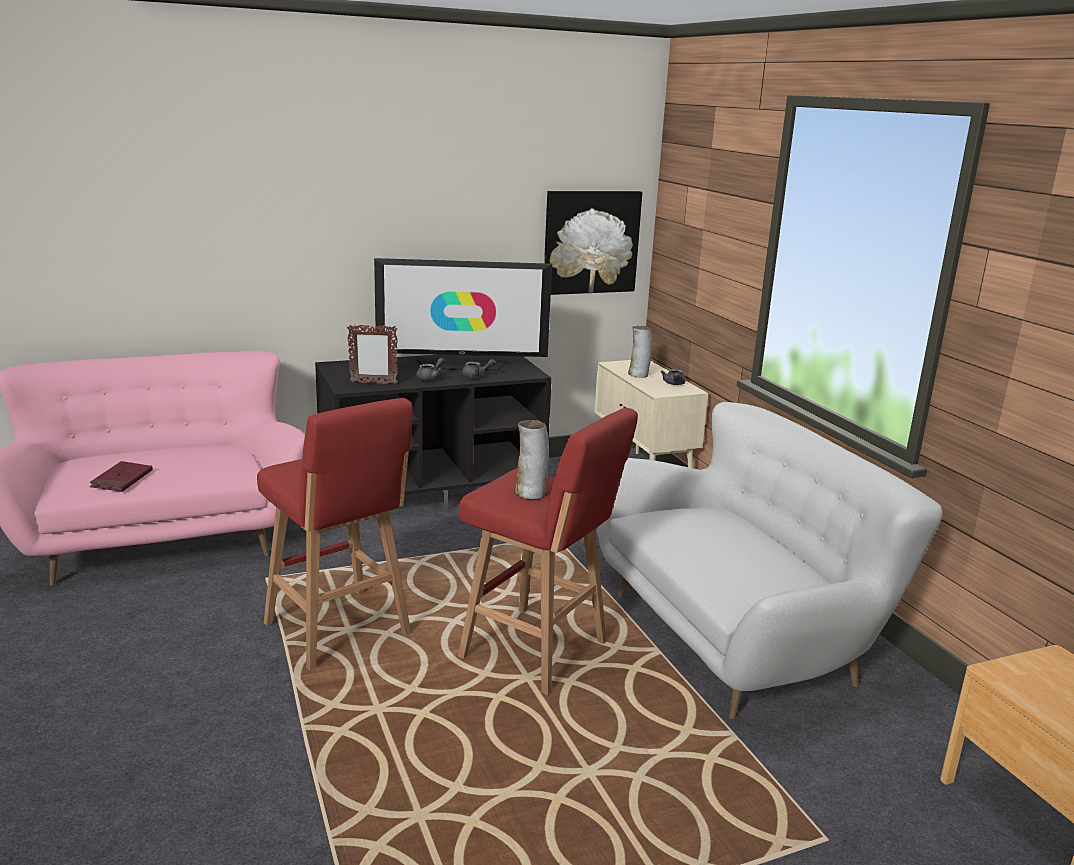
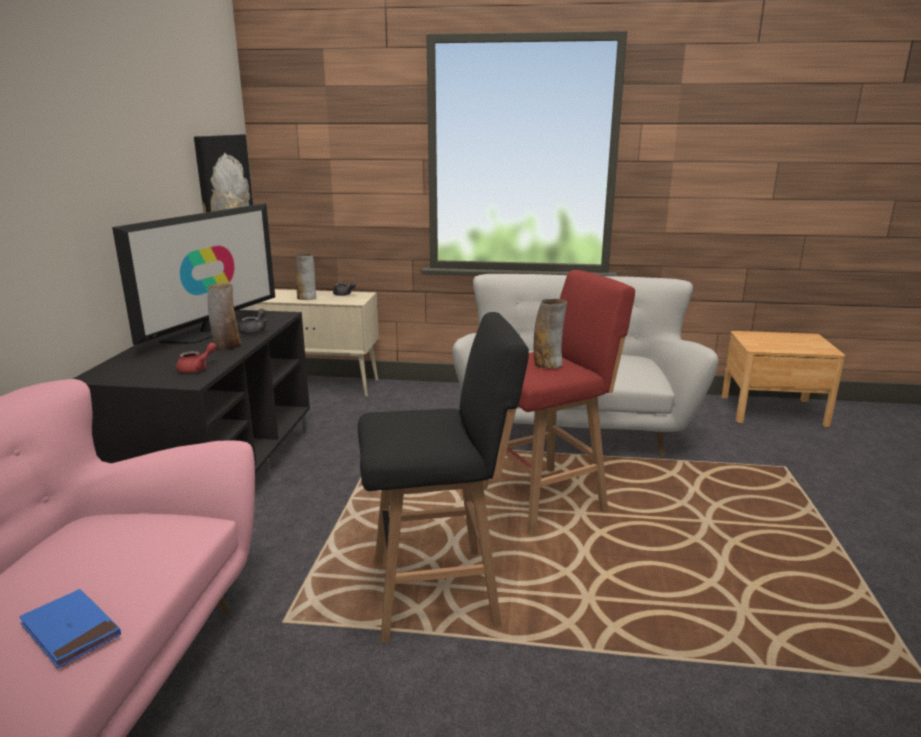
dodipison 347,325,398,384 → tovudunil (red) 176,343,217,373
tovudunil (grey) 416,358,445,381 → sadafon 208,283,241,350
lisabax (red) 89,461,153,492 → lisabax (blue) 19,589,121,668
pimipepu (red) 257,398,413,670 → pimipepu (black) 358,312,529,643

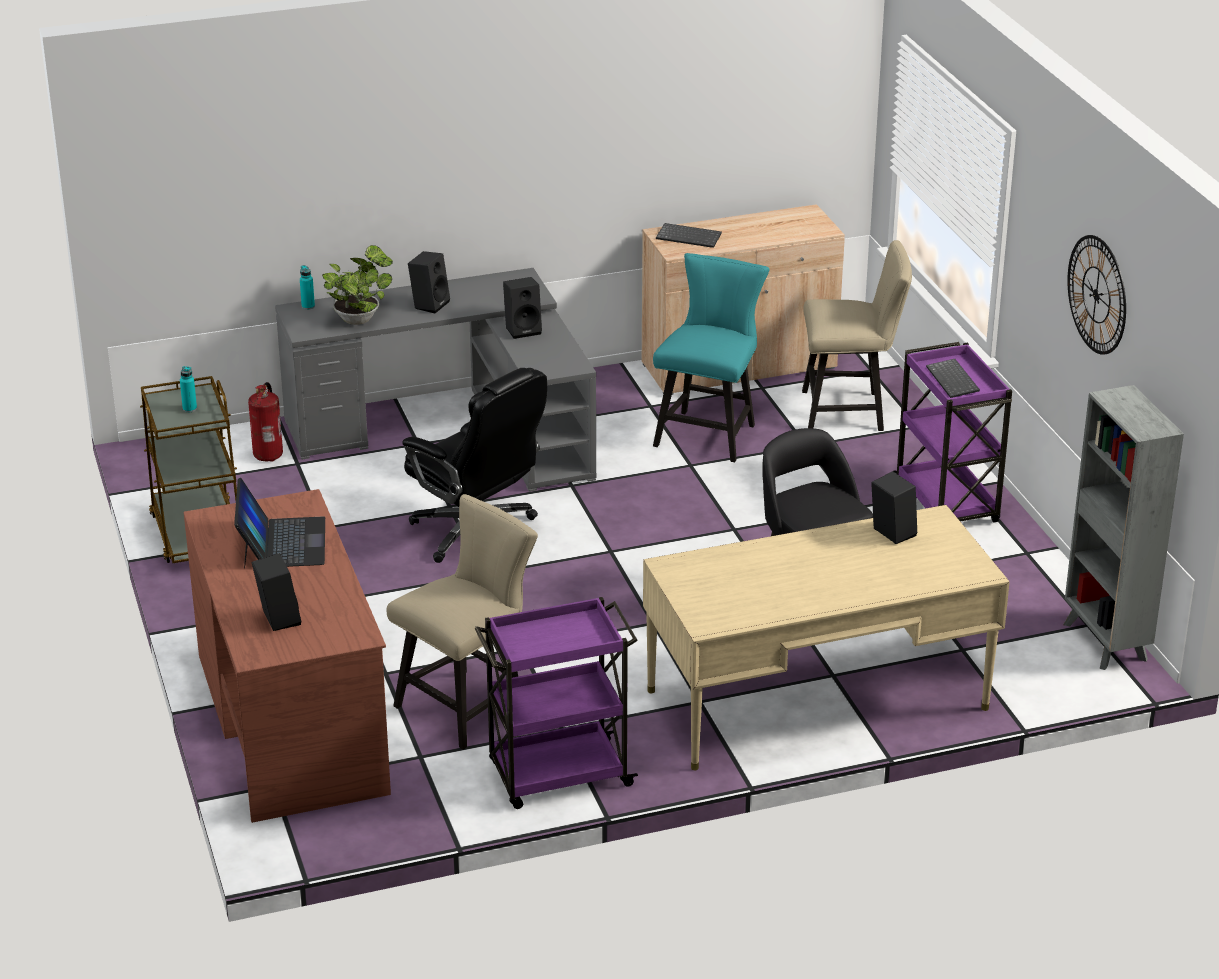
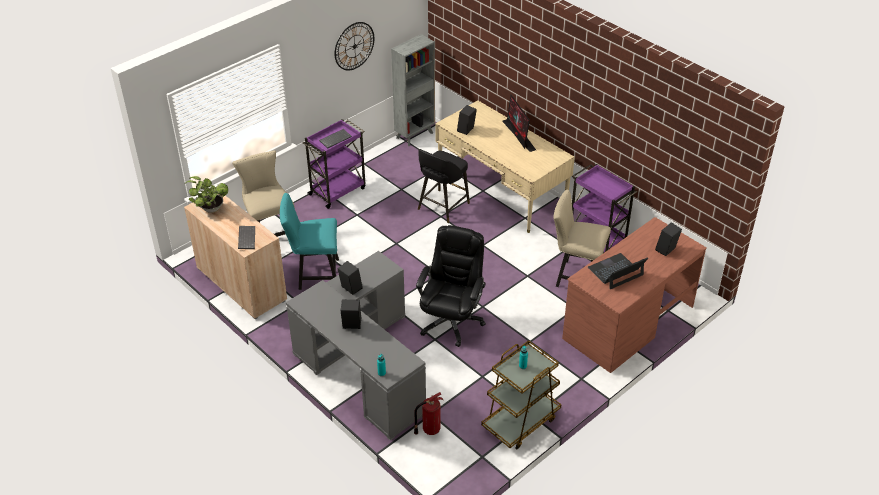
- → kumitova 502,95,536,152
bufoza 322,245,393,325 → bufoza 187,176,228,213, moved

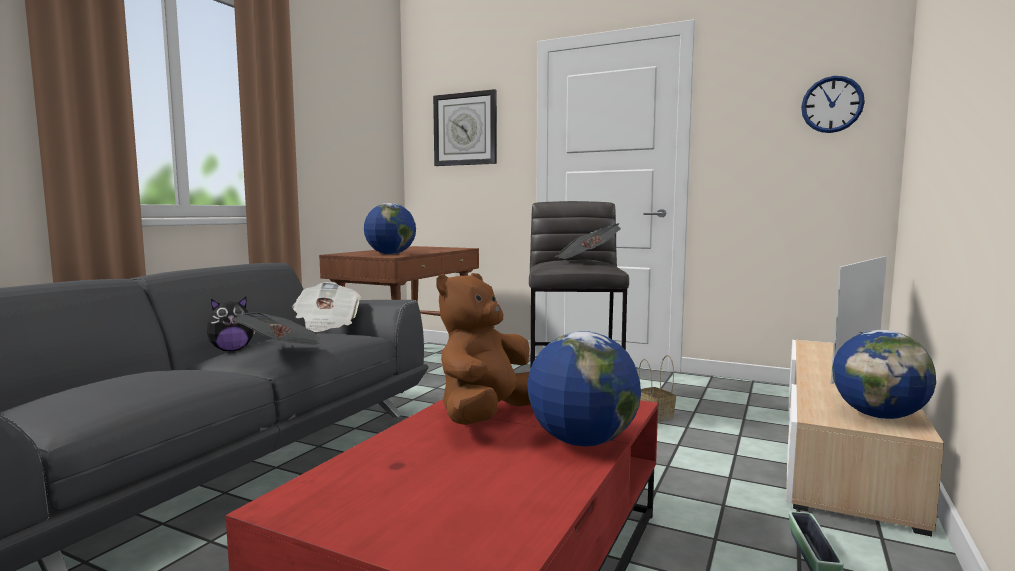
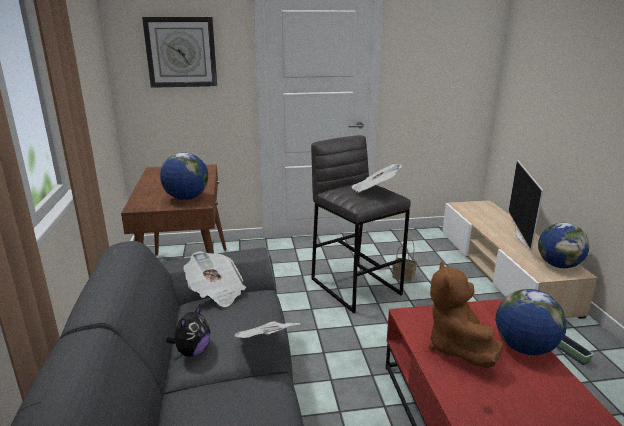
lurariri 801,76,865,133 → -

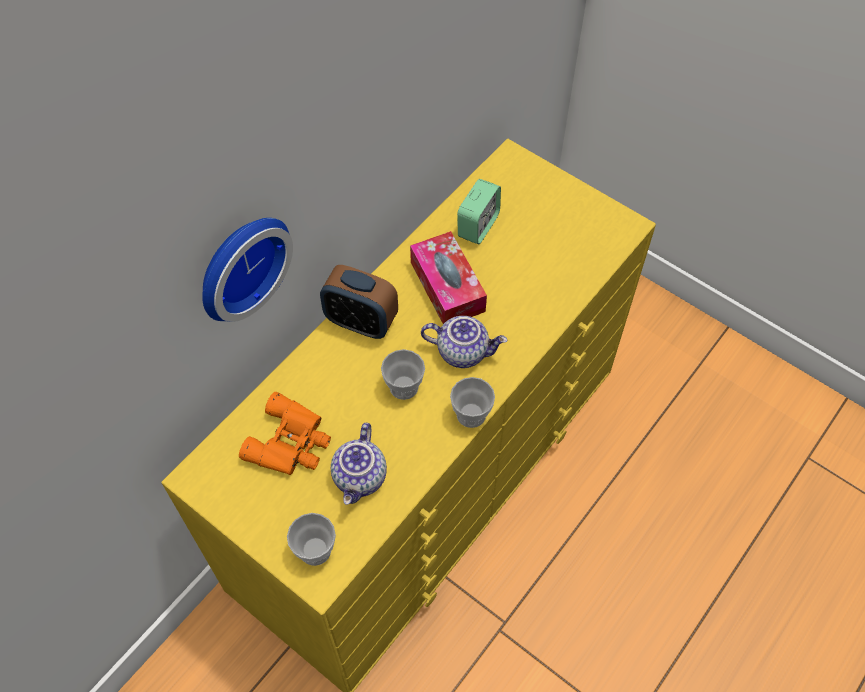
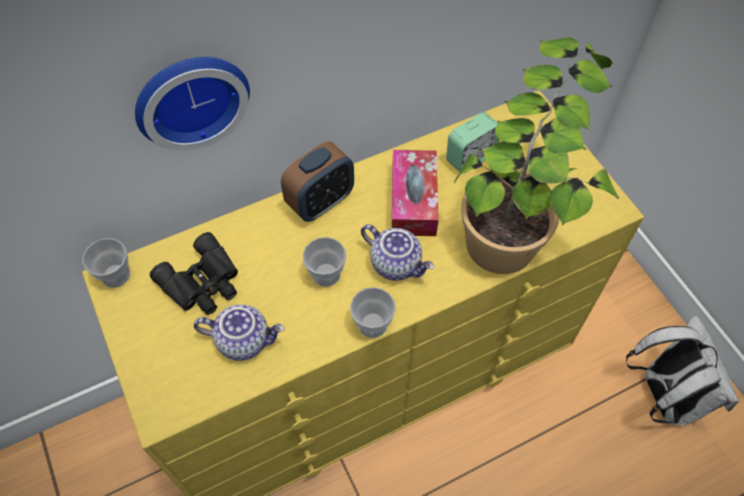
- → bufoza 454,37,619,274
- → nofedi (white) 626,316,739,425
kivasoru 287,513,336,566 → kivasoru 82,238,130,288, moved
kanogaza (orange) 239,392,331,475 → kanogaza (black) 150,232,238,315
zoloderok 320,265,398,339 → zoloderok 281,141,354,222, 90 degrees counterclockwise
tovudunil 331,423,387,505 → tovudunil 194,304,285,361, 120 degrees counterclockwise

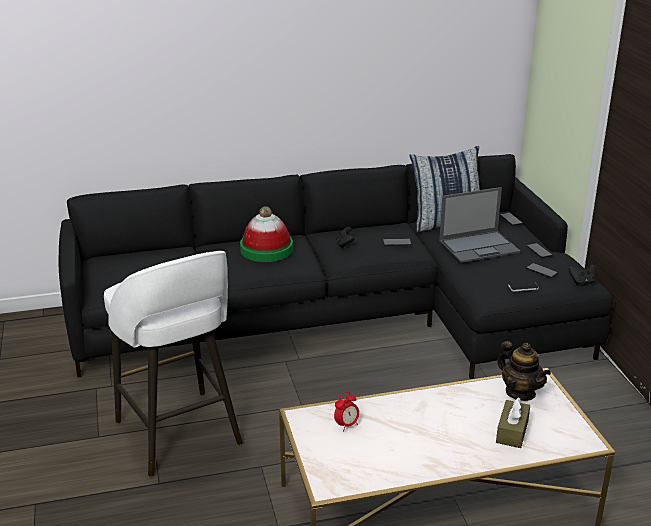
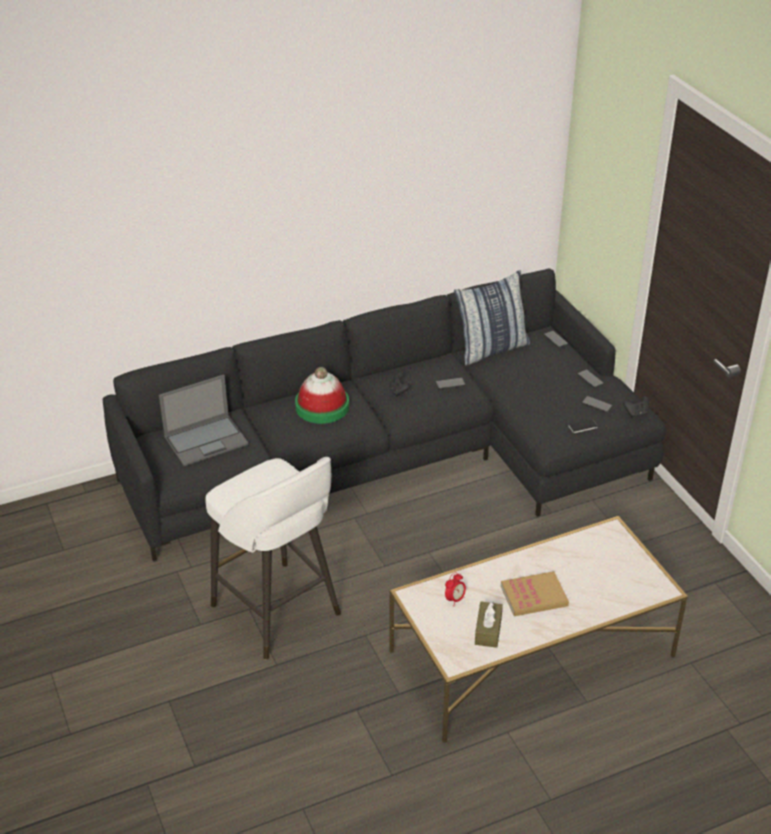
tovudunil 497,341,551,401 → -
- → lisabax 501,571,569,616
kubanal 439,187,520,263 → kubanal 159,375,249,466, moved
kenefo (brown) 496,397,530,448 → kenefo (brown) 475,602,503,648, moved

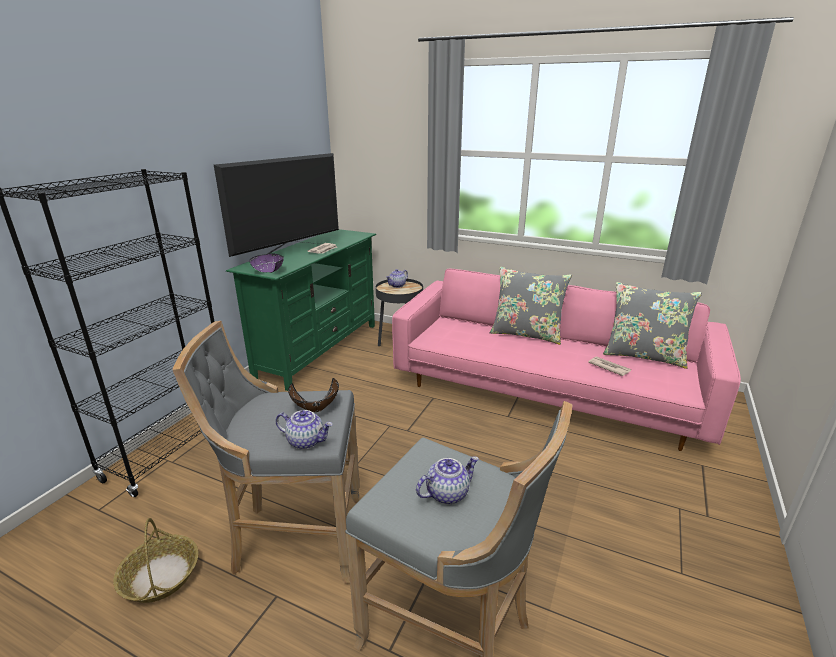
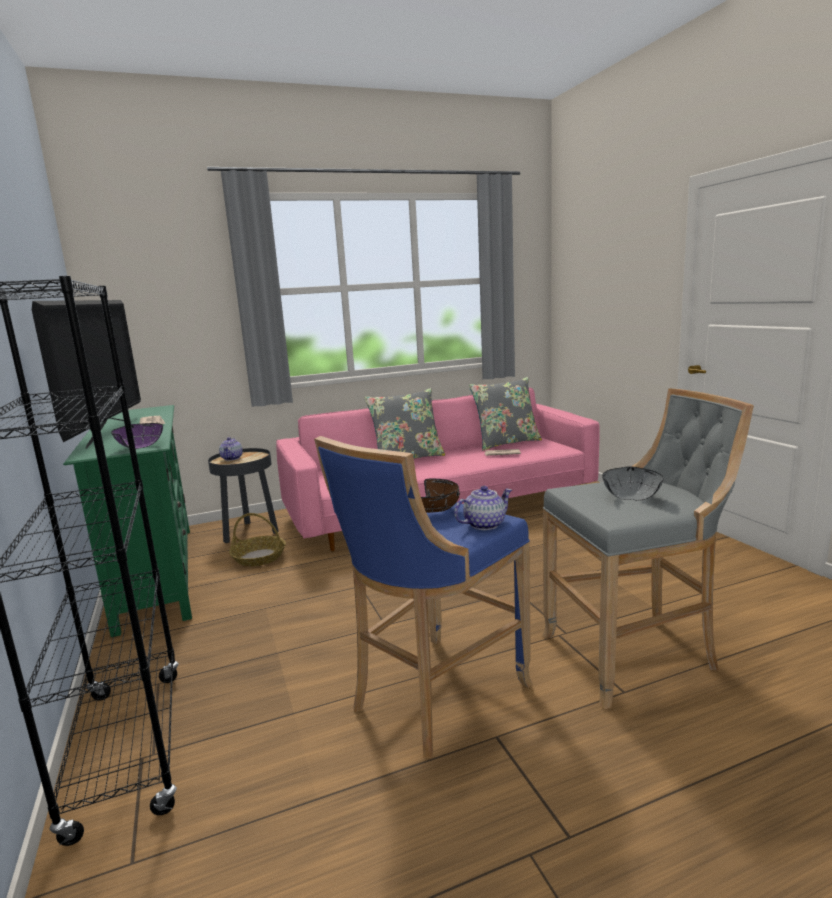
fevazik 113,518,198,603 → fevazik 229,513,286,566, moved
tovudunil 416,456,479,504 → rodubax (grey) 602,466,664,501
pimipepu (grey) 172,321,361,584 → pimipepu (blue) 314,436,533,758

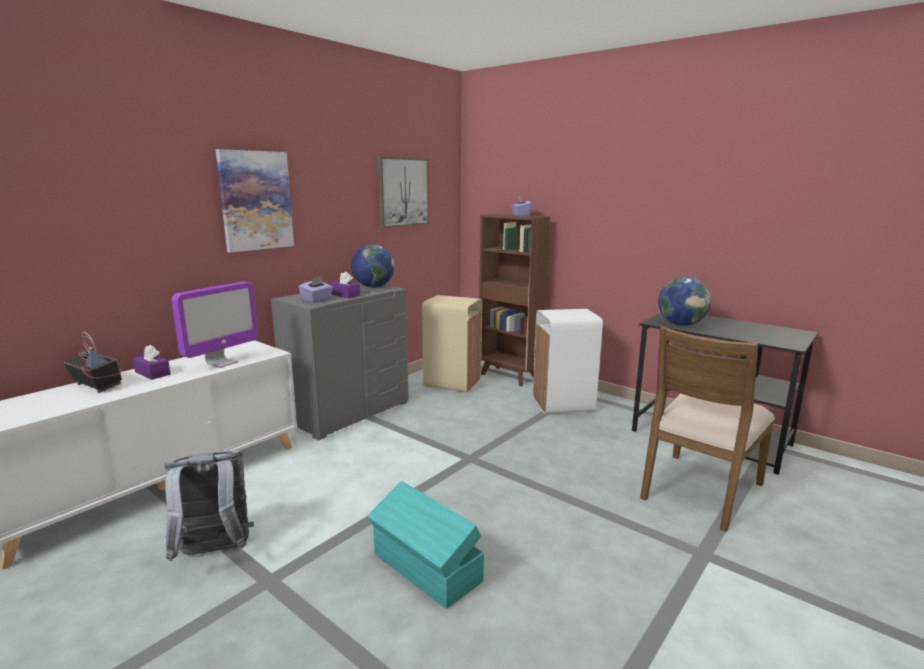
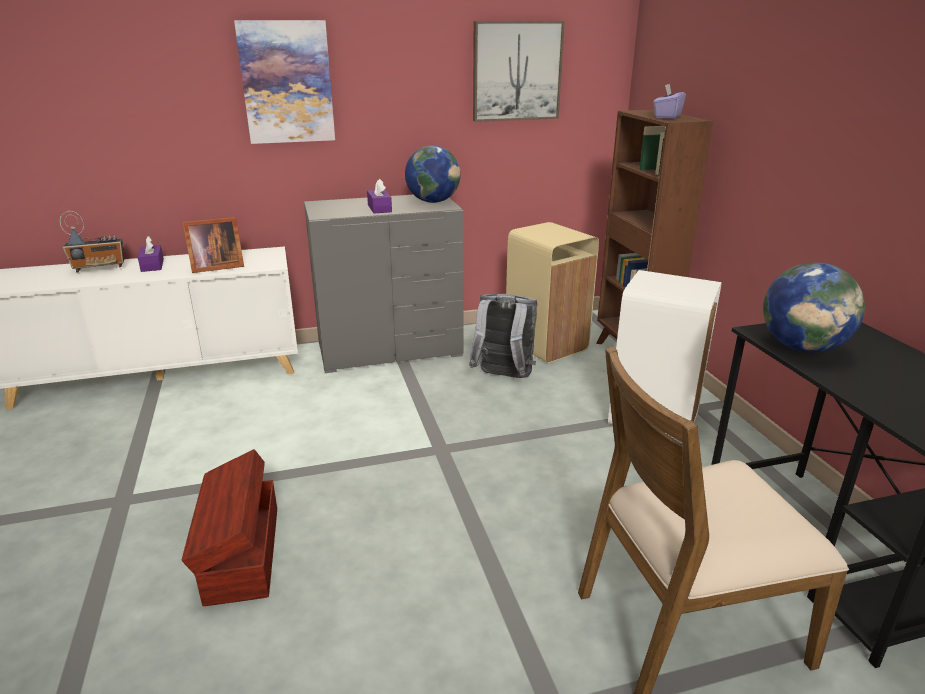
kenefo (purple) 298,276,333,303 → -
nofedi (grey) 164,450,254,561 → nofedi (grey) 469,294,538,378, moved
kumitova 172,282,258,368 → dodipison 183,217,244,273
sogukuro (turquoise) 367,481,484,609 → sogukuro (brown) 182,449,277,606
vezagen 63,332,122,393 → vezagen 60,211,125,273, 90 degrees clockwise

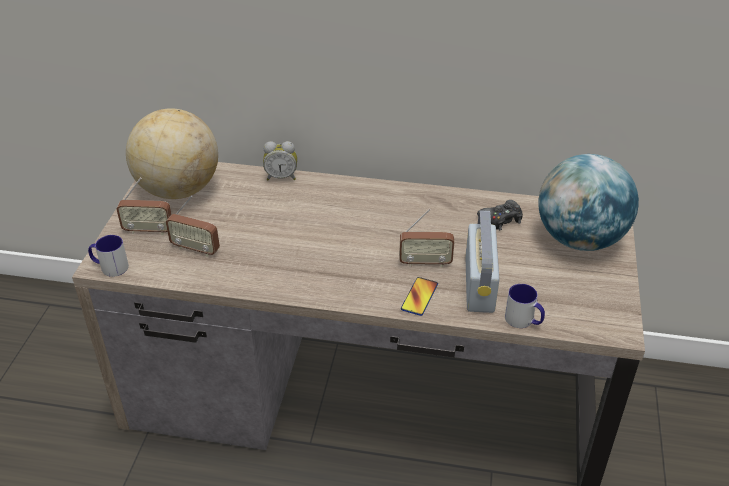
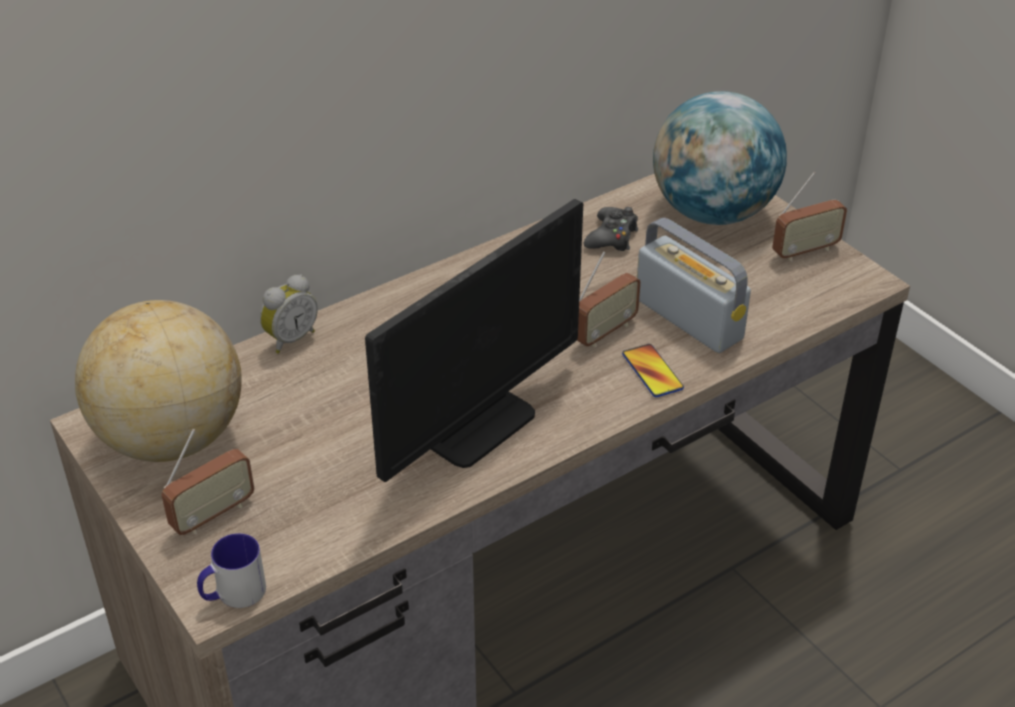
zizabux 505,284,545,328 → -
- → kumitova 365,199,583,482
vezagen 166,196,220,257 → vezagen 772,172,847,261, moved

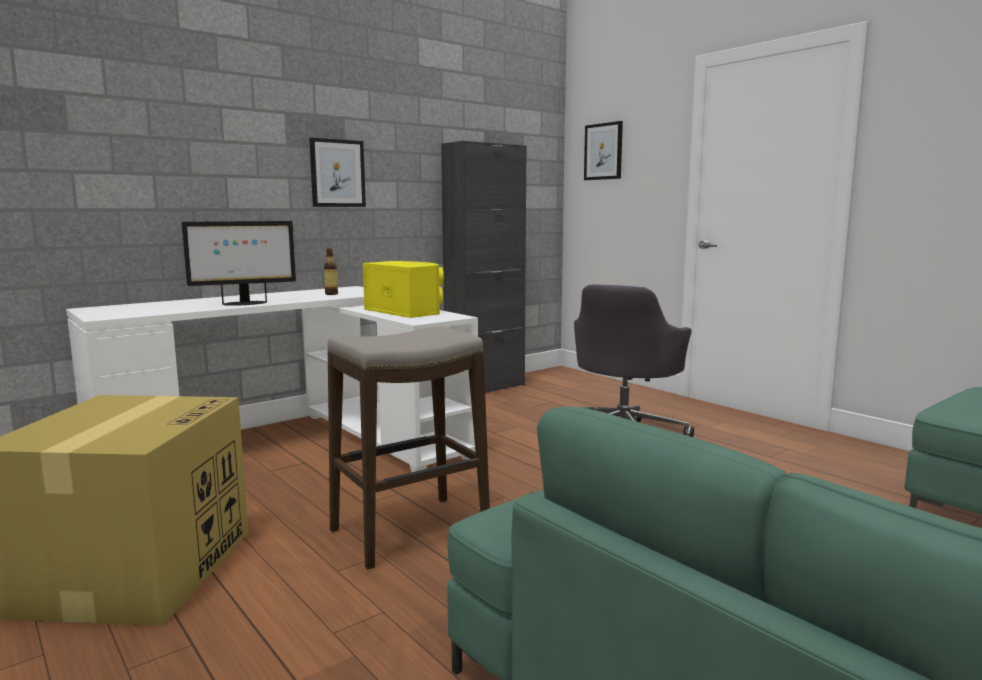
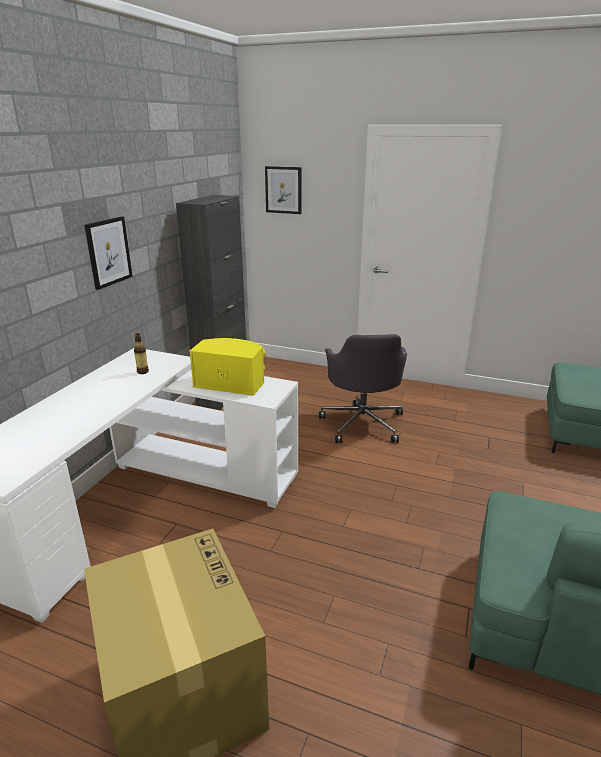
kumitova 182,221,296,306 → -
pimipepu 328,326,490,570 → -

